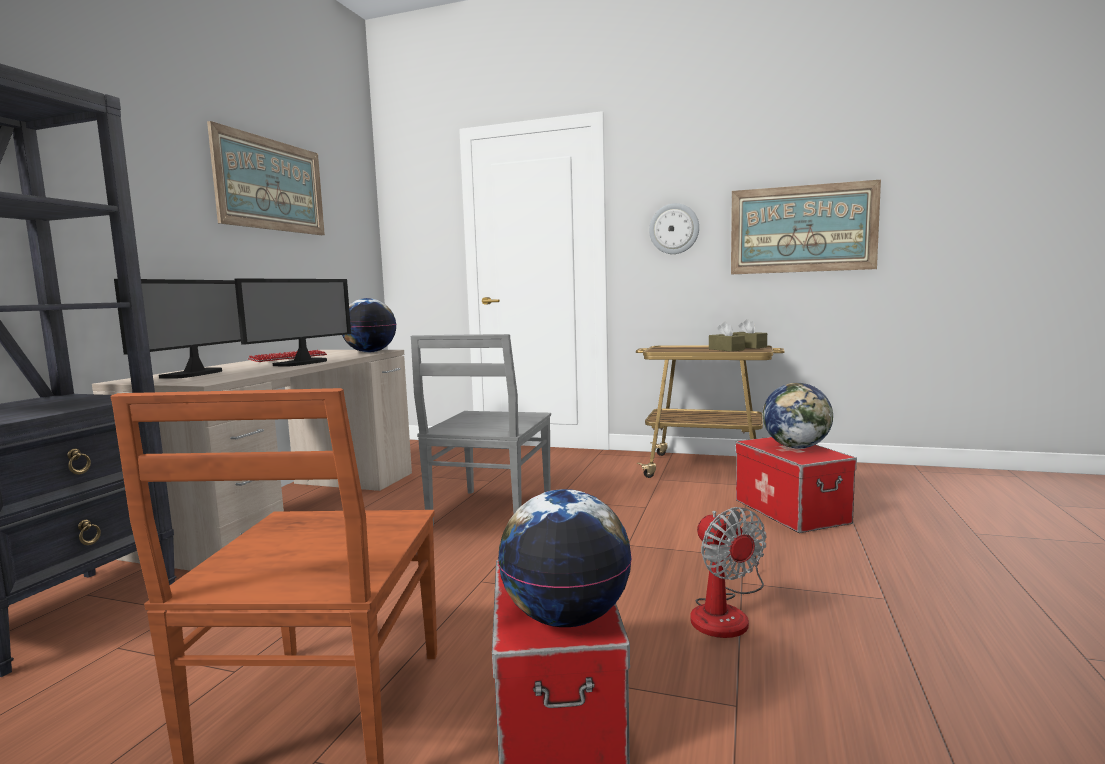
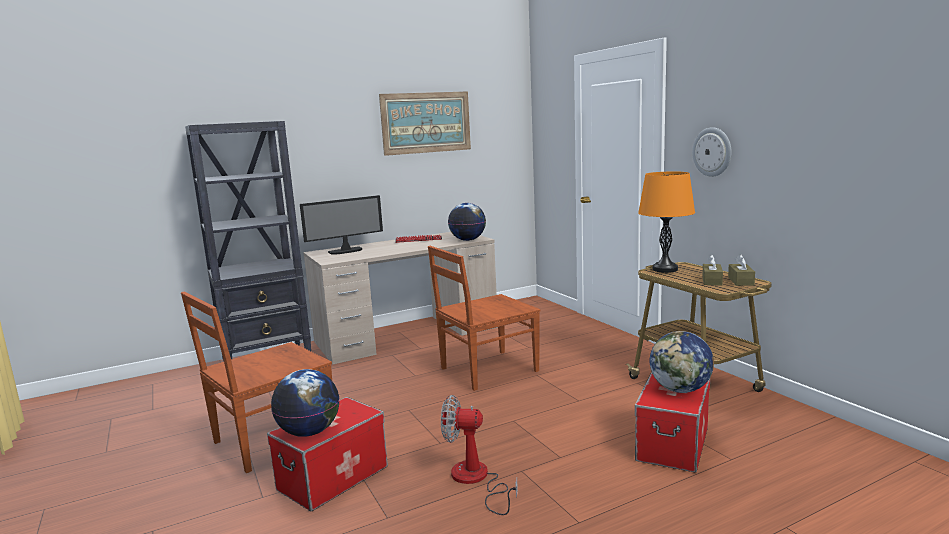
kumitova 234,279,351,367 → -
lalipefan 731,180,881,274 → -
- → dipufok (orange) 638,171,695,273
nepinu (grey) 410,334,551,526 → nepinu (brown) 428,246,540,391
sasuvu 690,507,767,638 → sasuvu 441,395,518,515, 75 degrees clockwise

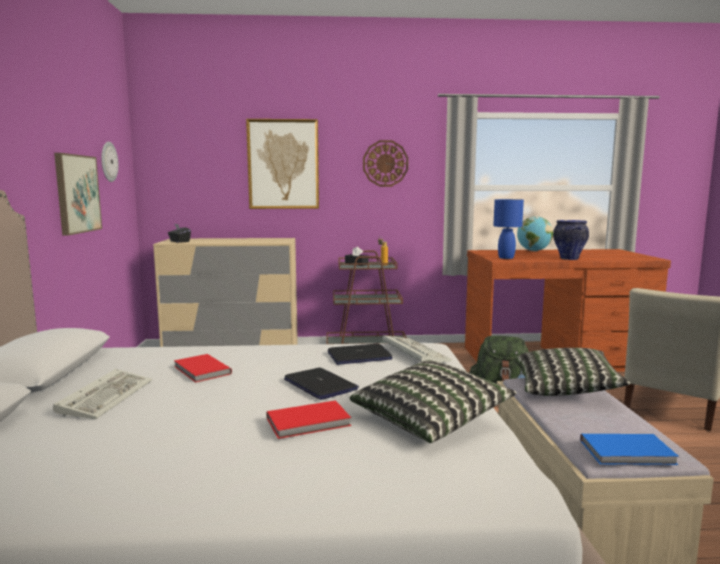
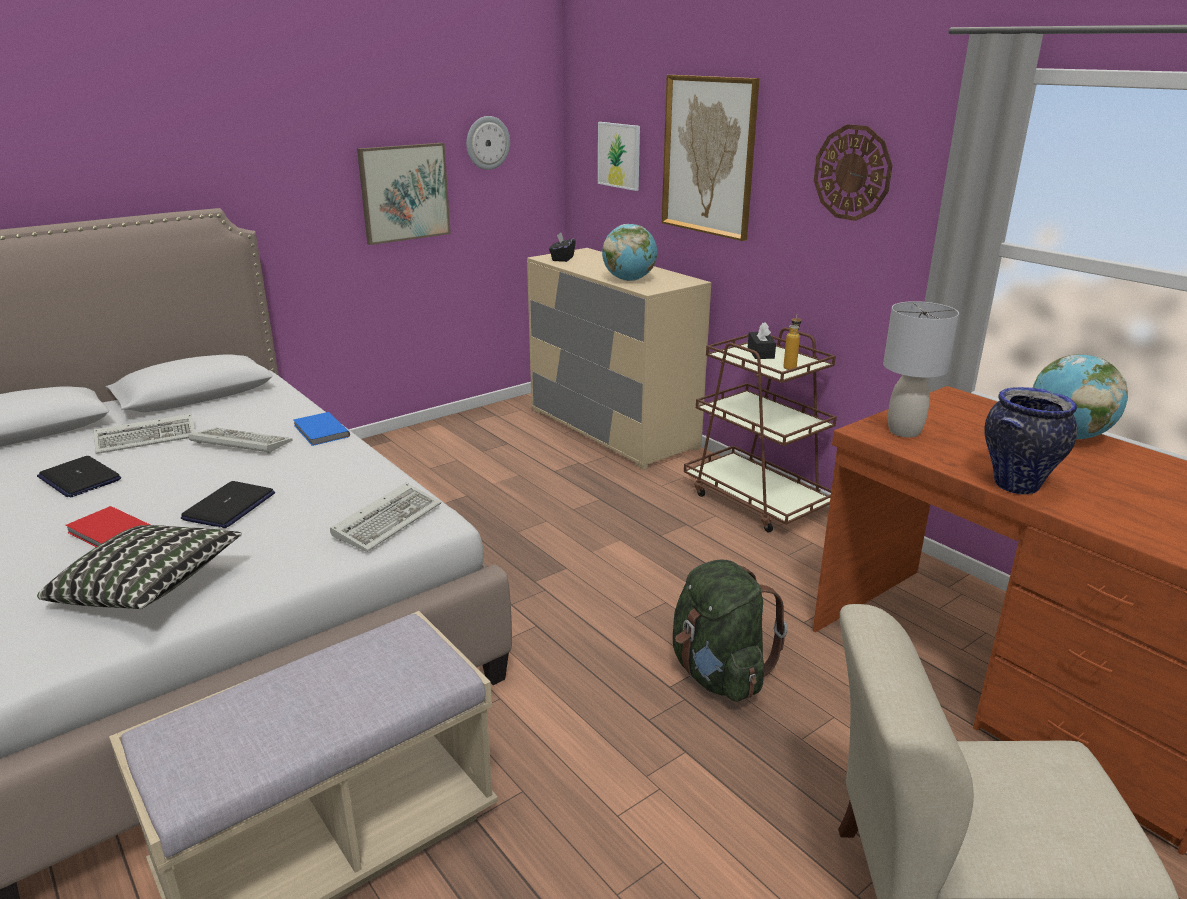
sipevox 514,348,630,396 → -
- → lalipefan 598,122,640,191
- → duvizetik 602,224,657,281
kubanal 328,344,393,365 → kubanal 37,456,121,498, moved
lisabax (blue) 580,434,679,465 → lisabax (blue) 293,412,350,446, moved
lisabax (red) 174,354,232,382 → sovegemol 189,428,293,454
dipufok (blue) 493,199,524,259 → dipufok (grey) 883,301,959,438

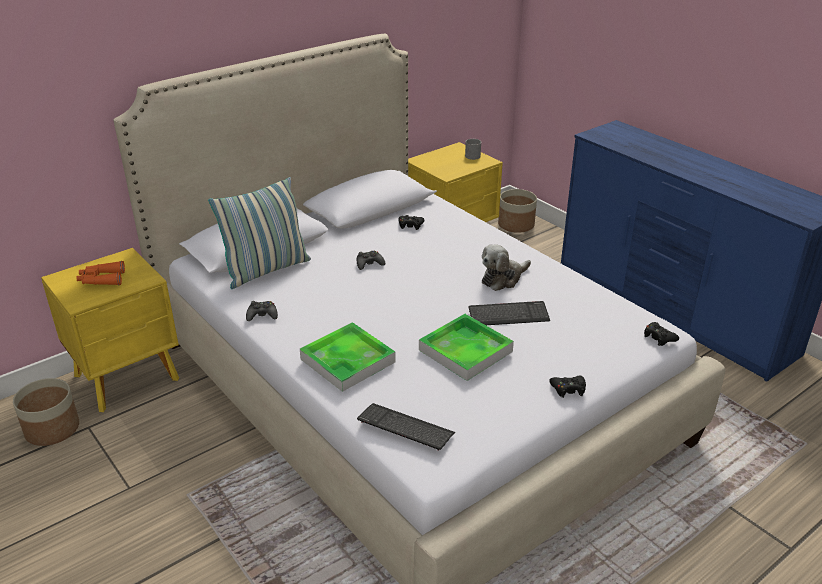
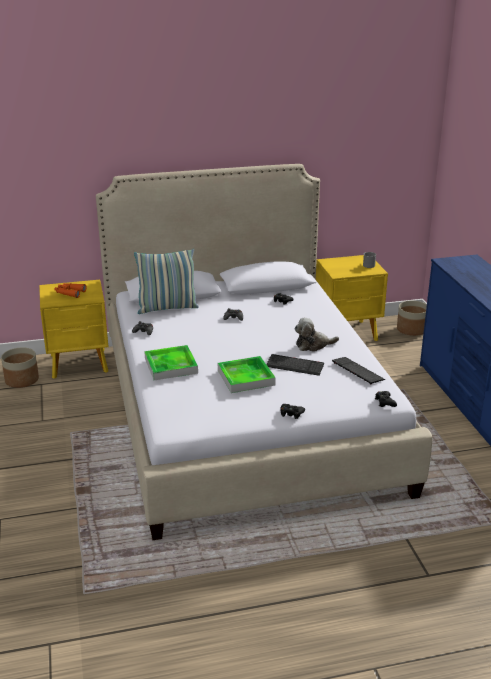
sovegemol 357,403,455,451 → sovegemol 332,357,385,385, moved

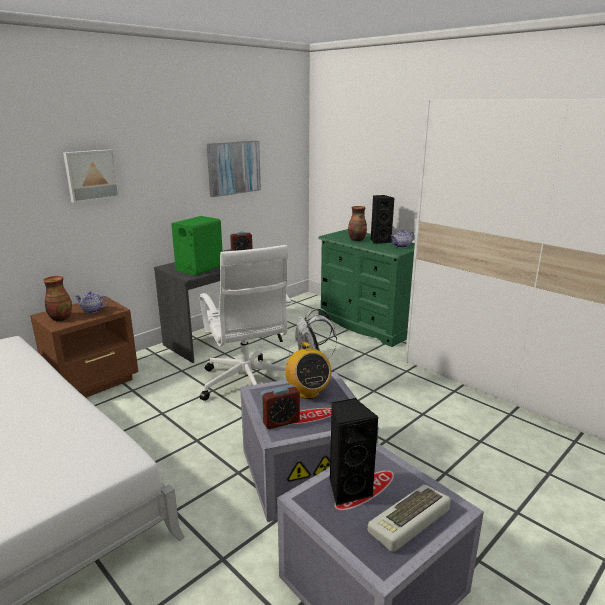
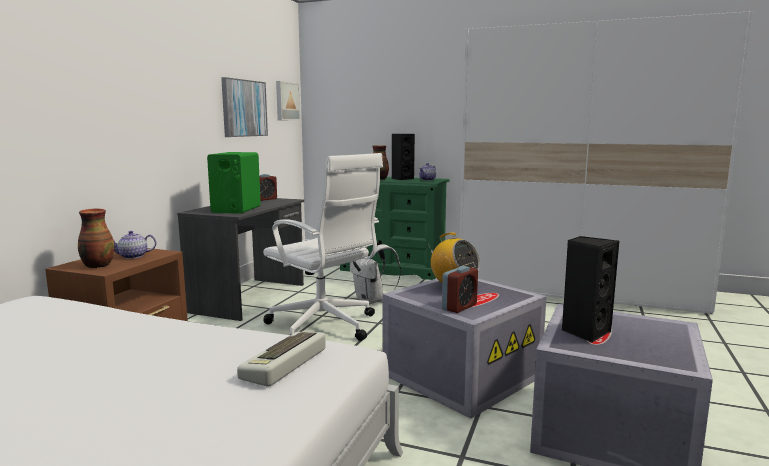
lalipefan 63,149,120,203 → lalipefan 276,81,301,121, moved
sovegemol 368,485,450,552 → sovegemol 237,332,326,387, moved

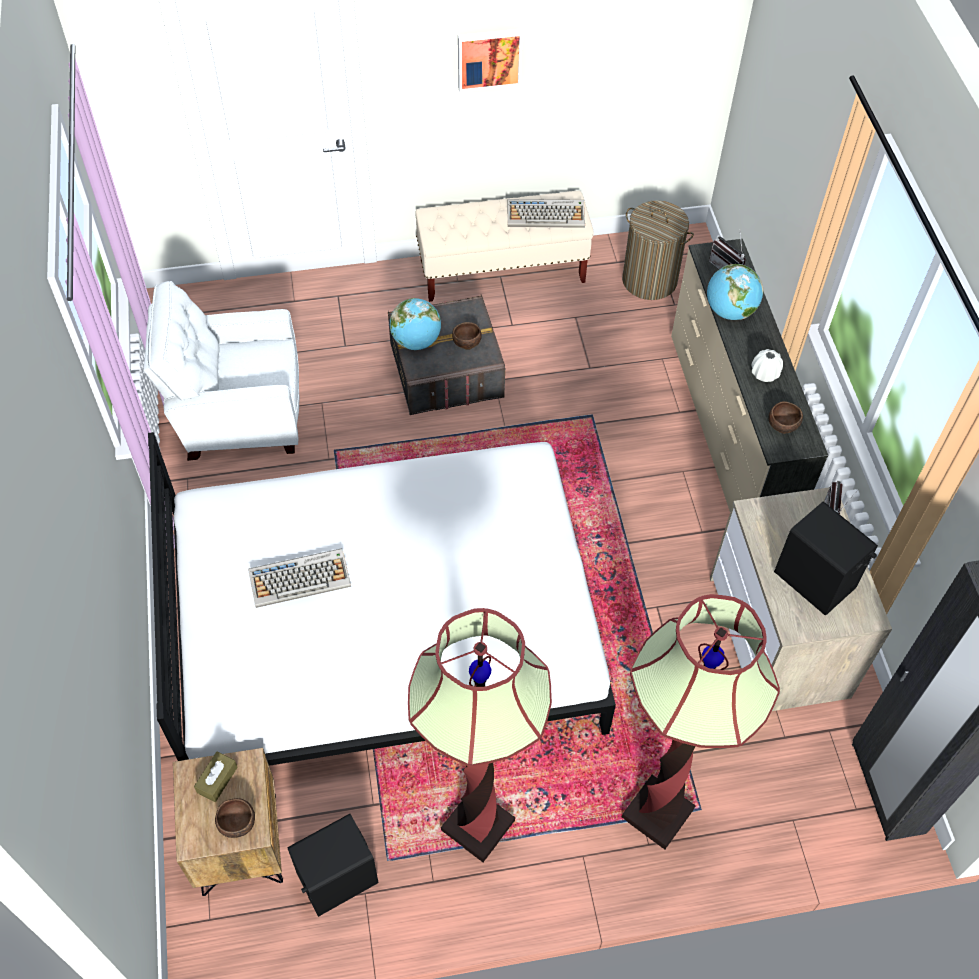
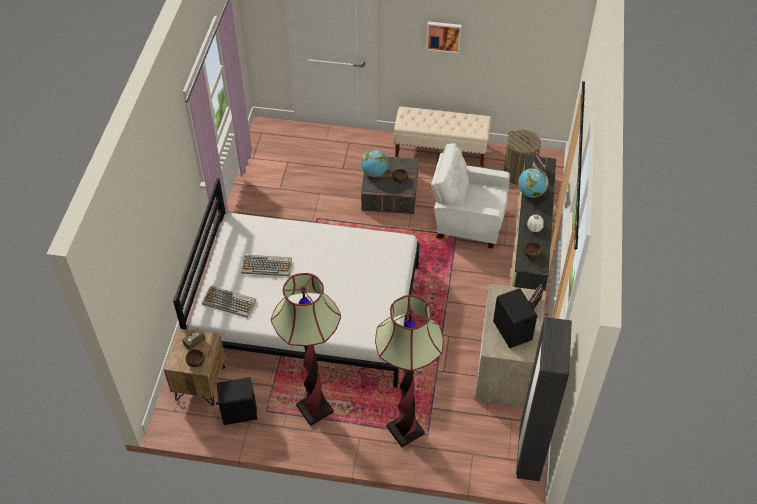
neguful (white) 143,281,300,461 → neguful (white) 431,143,510,249, moved
sovegemol 507,199,585,228 → sovegemol 202,286,256,318, moved

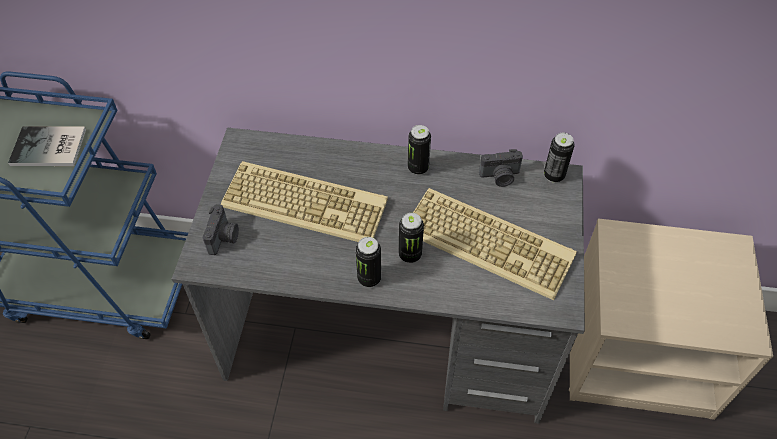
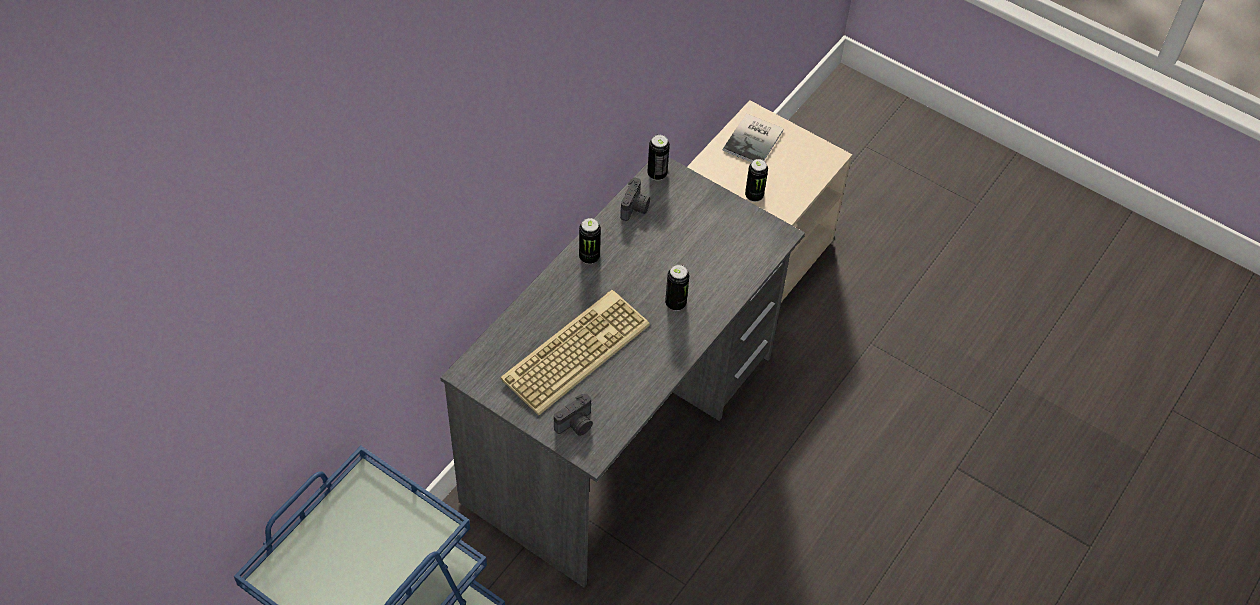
sovegemol 413,188,577,300 → -
lisabax 8,126,86,166 → lisabax 723,114,784,163, moved
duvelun 356,237,381,287 → duvelun 745,159,768,202, moved
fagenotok 203,204,239,255 → fagenotok 554,394,593,436, 105 degrees clockwise

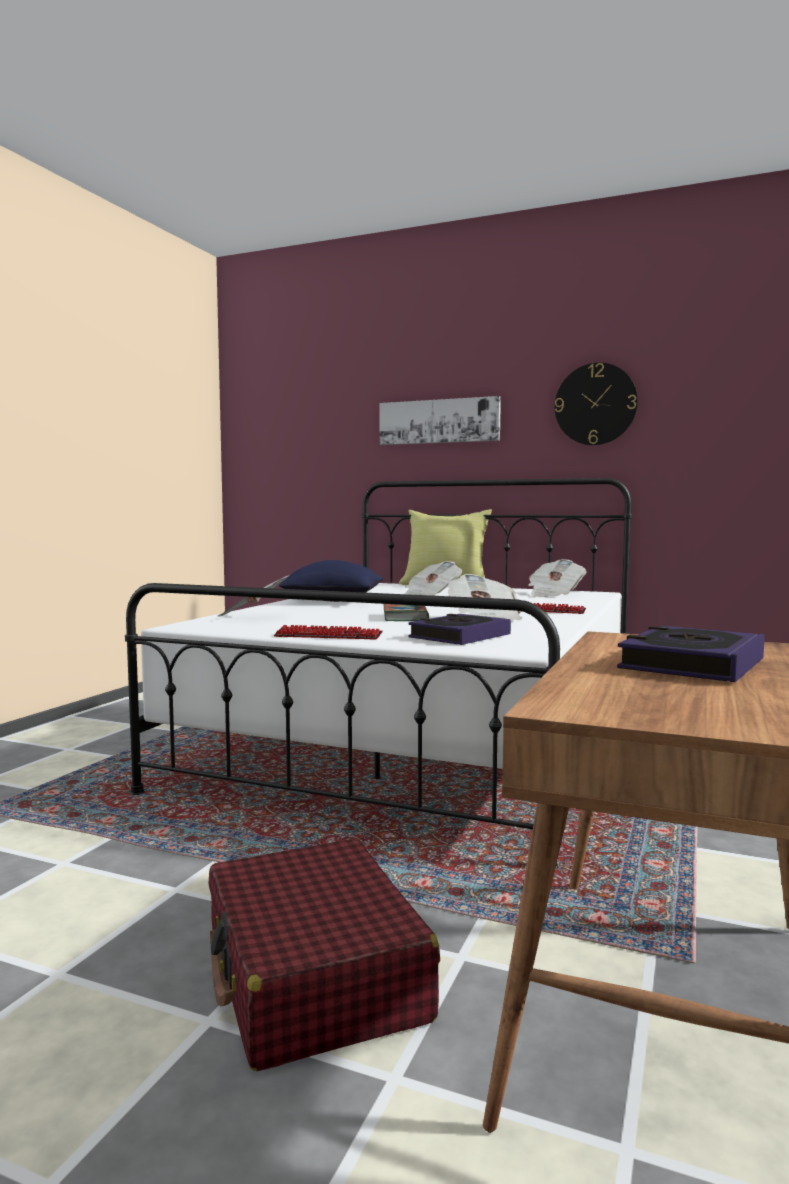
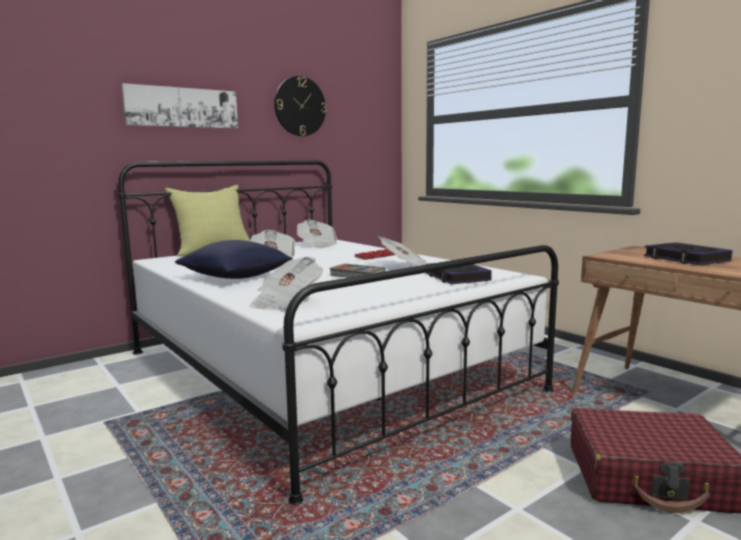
sovegemol 274,625,382,640 → -

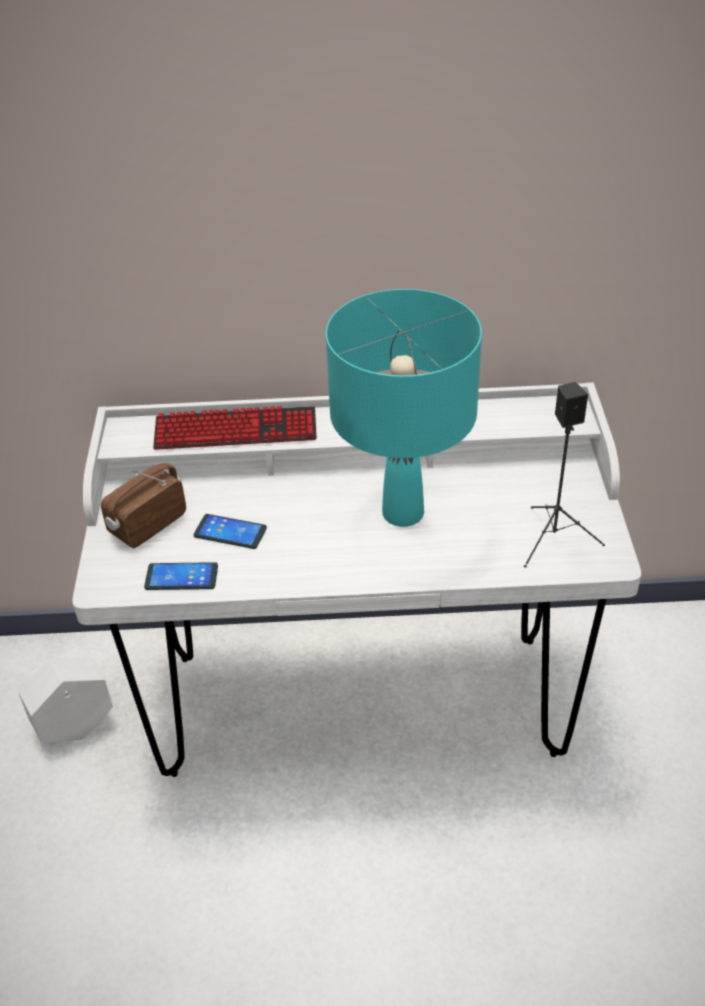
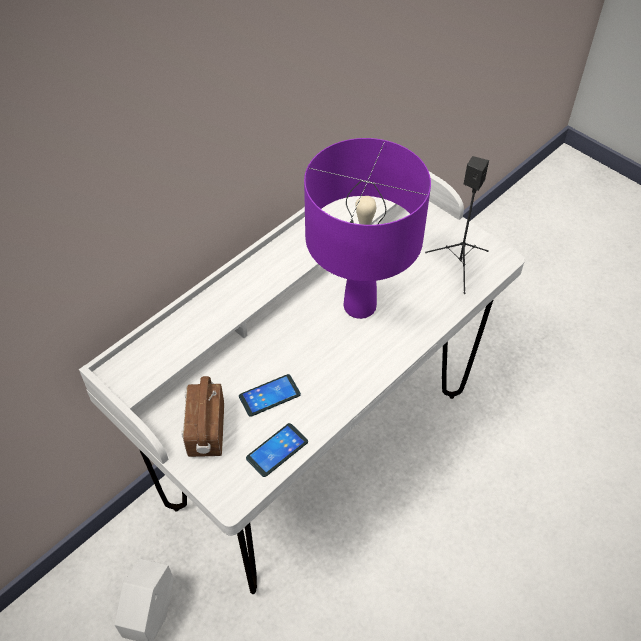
sovegemol 153,406,317,450 → -
dipufok (turquoise) 326,289,482,527 → dipufok (purple) 304,138,431,319

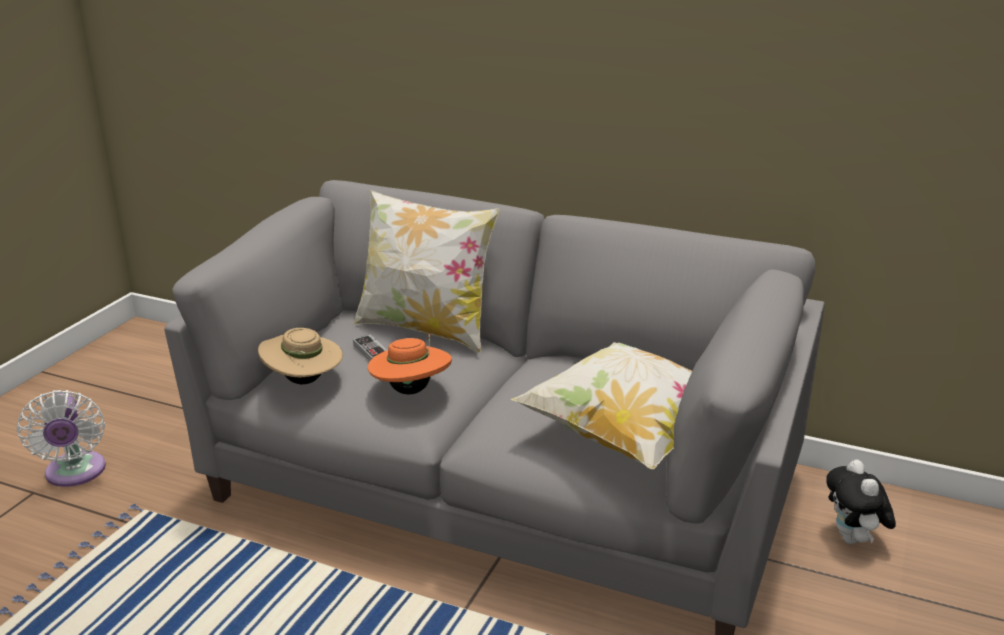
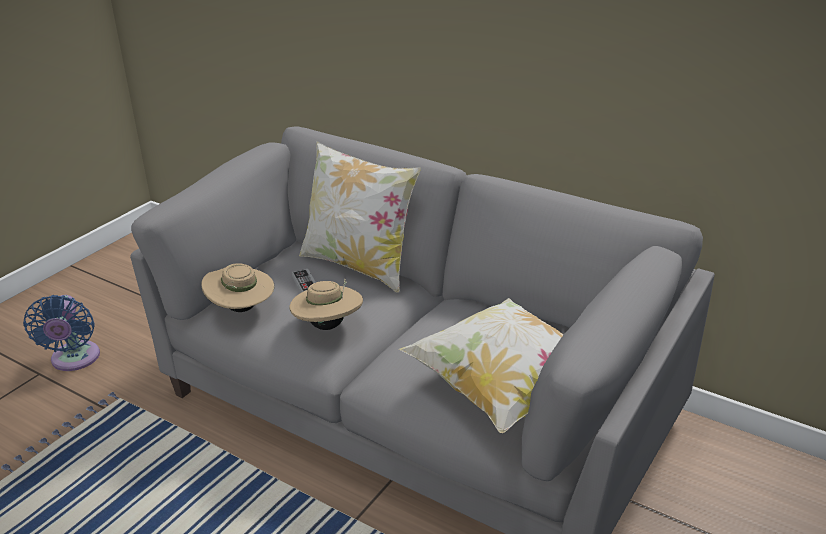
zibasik 826,460,896,544 → -
sasuvu (white) 17,390,106,487 → sasuvu (blue) 23,295,100,371
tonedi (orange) 368,334,452,395 → tonedi (beige) 290,279,363,330

